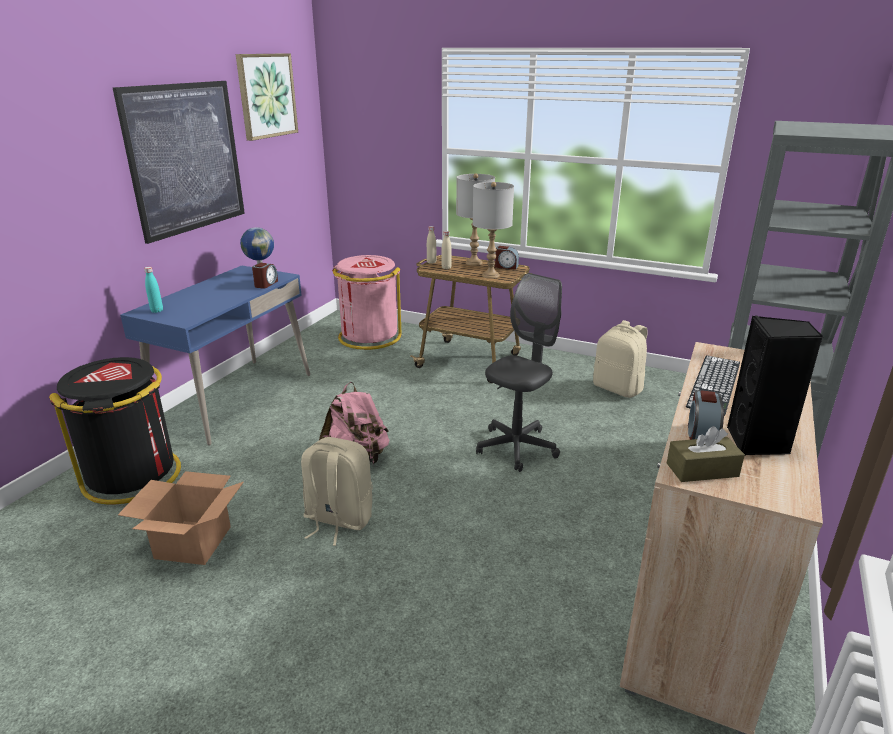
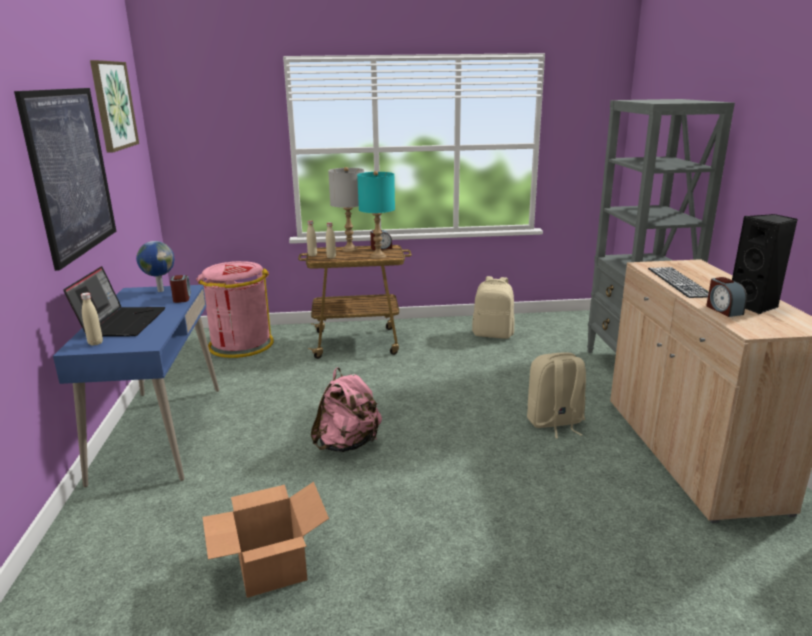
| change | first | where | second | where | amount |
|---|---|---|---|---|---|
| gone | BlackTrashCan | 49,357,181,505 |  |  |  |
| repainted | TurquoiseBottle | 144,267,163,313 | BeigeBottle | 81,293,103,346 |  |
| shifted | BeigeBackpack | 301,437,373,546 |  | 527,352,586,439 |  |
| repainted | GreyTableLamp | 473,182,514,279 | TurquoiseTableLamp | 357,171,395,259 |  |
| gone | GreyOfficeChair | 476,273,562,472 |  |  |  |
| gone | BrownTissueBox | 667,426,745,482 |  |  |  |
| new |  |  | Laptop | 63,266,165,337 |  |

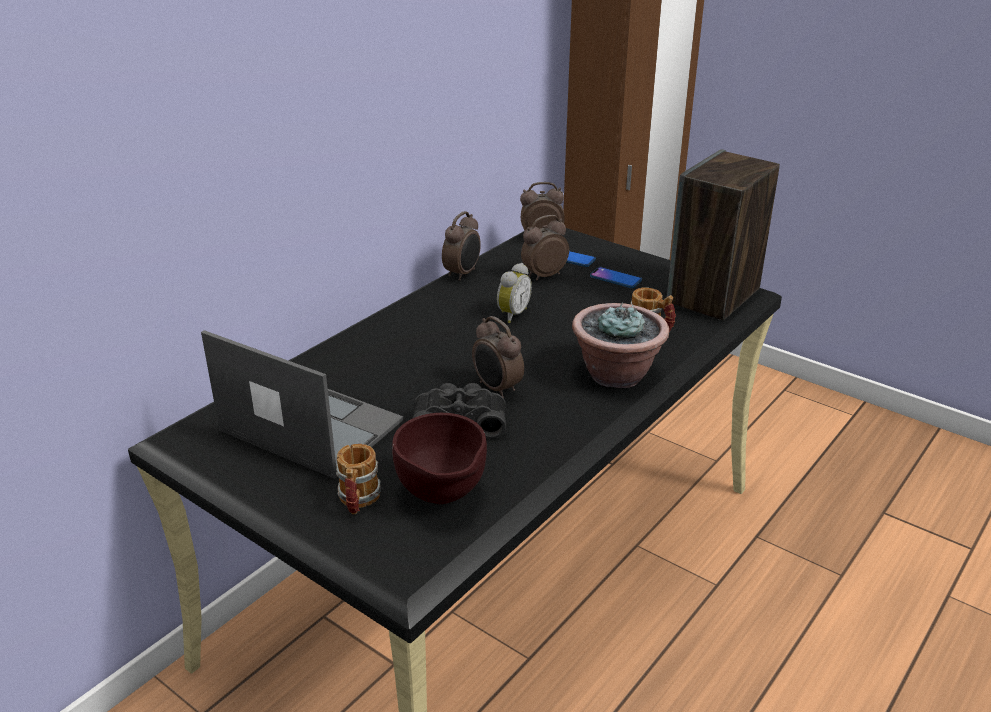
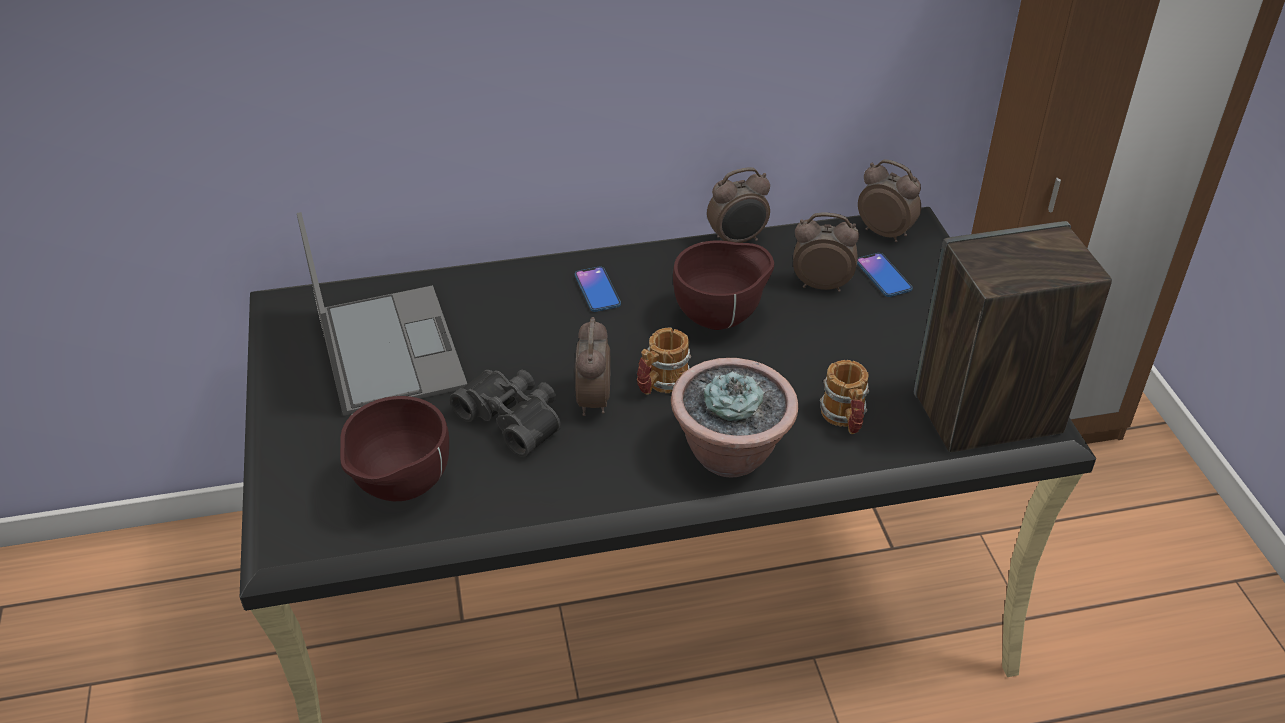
| change | first | where | second | where | amount |
|---|---|---|---|---|---|
| shifted | Mug | 336,444,381,514 |  | 637,328,691,395 |  |
| swapped | AlarmClock | 497,263,532,323 | BrownBowl | 673,241,774,330 |  |
| shifted | Phone | 590,267,642,288 |  | 575,266,621,312 |  |

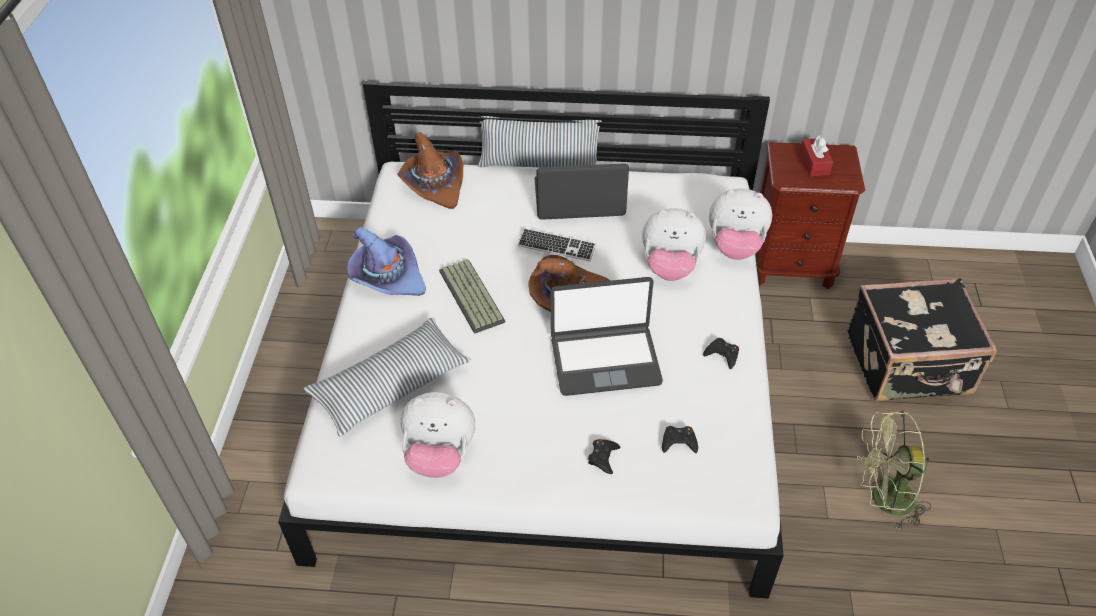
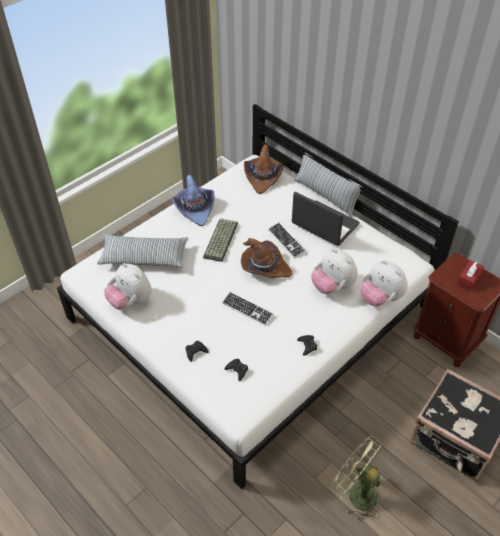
| change | first | where | second | where | amount |
|---|---|---|---|---|---|
| swapped | Laptop | 550,277,663,396 | Keyboard | 222,292,273,326 |  |

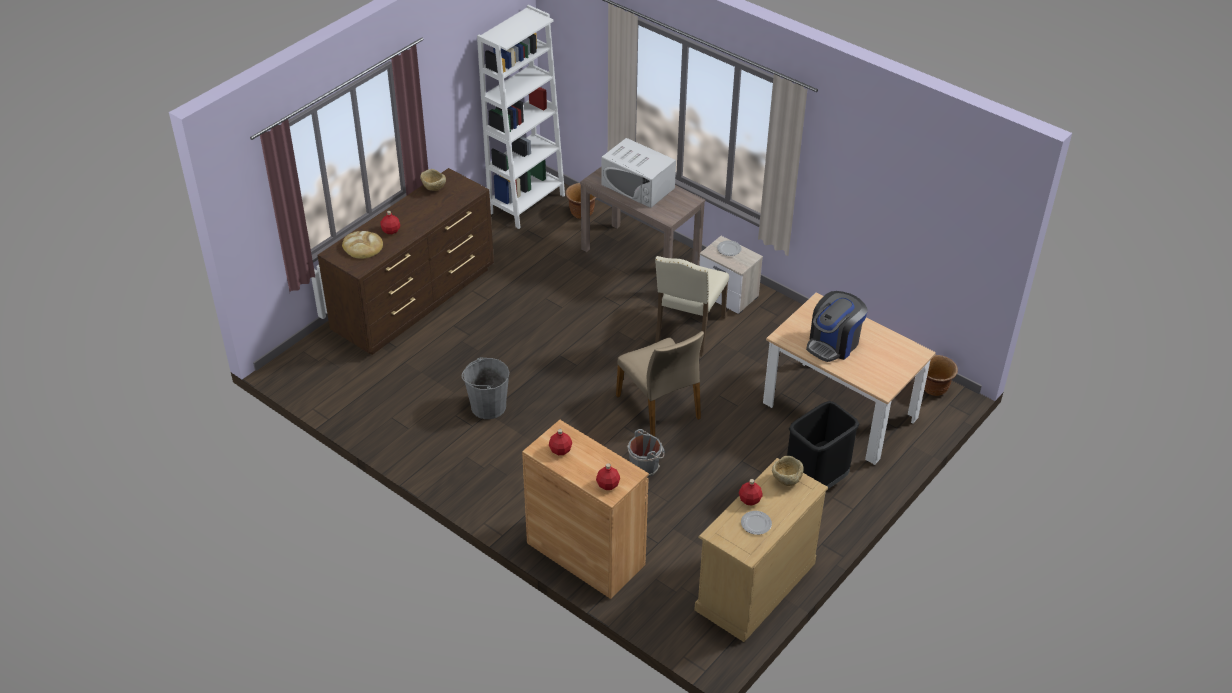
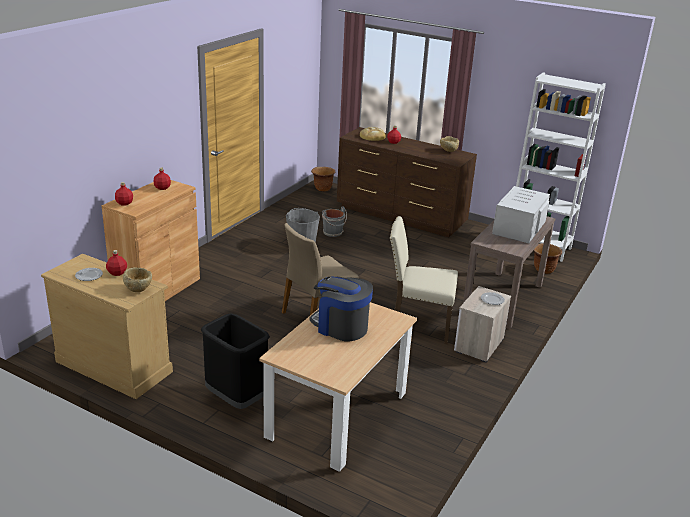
| change | first | where | second | where | amount |
|---|---|---|---|---|---|
| shifted | GreyBucket | 627,429,665,477 |  | 322,206,347,237 |  |
| shifted | BrownPlanter | 924,355,958,396 |  | 311,167,335,191 |  |

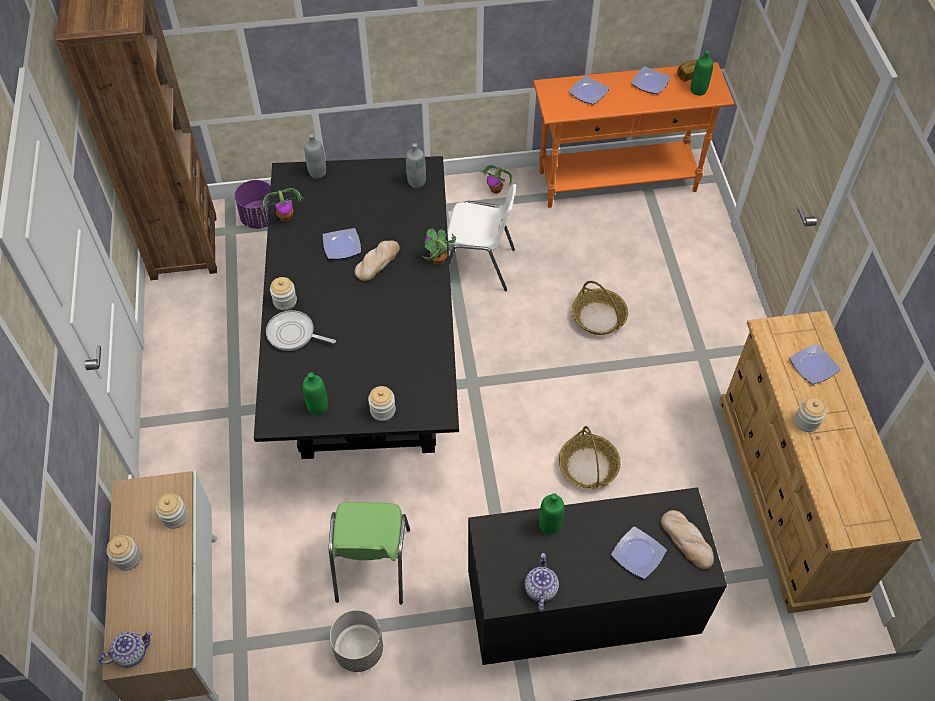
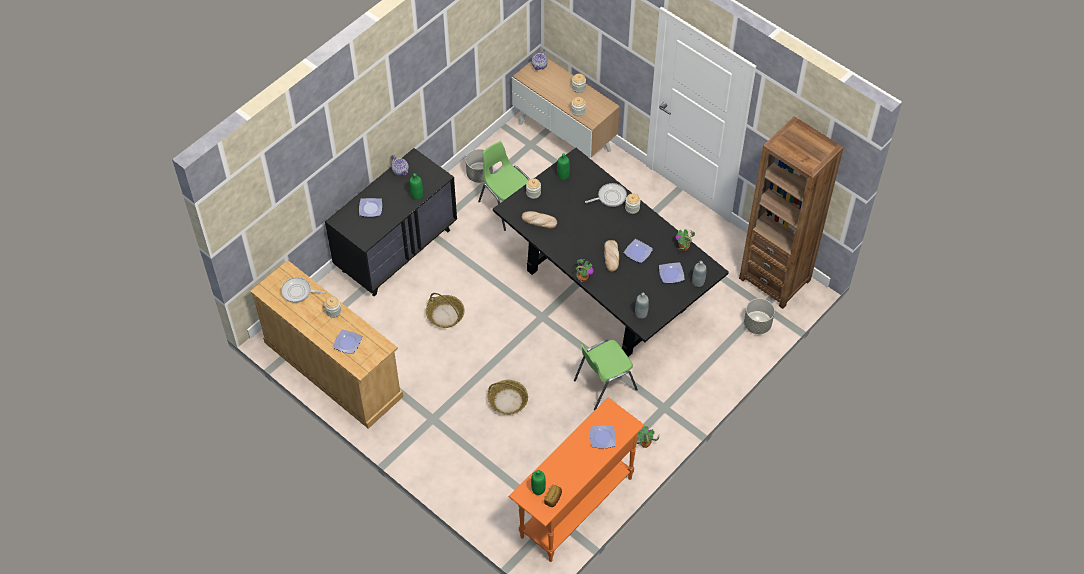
| change | first | where | second | where | amount |
|---|---|---|---|---|---|
| repainted | PurplePlanter | 234,180,271,229 | GreyPlanter | 744,298,775,334 |  |
| repainted | WhiteChair | 447,184,516,291 | GreenChair | 574,340,638,410 |  |
| shifted | Plate | 631,66,671,94 |  | 659,262,685,283 |  |
| shifted | Bread | 661,510,714,569 |  | 522,211,557,228 |  |
| new |  |  | FryingPan | 281,277,326,303 |  |

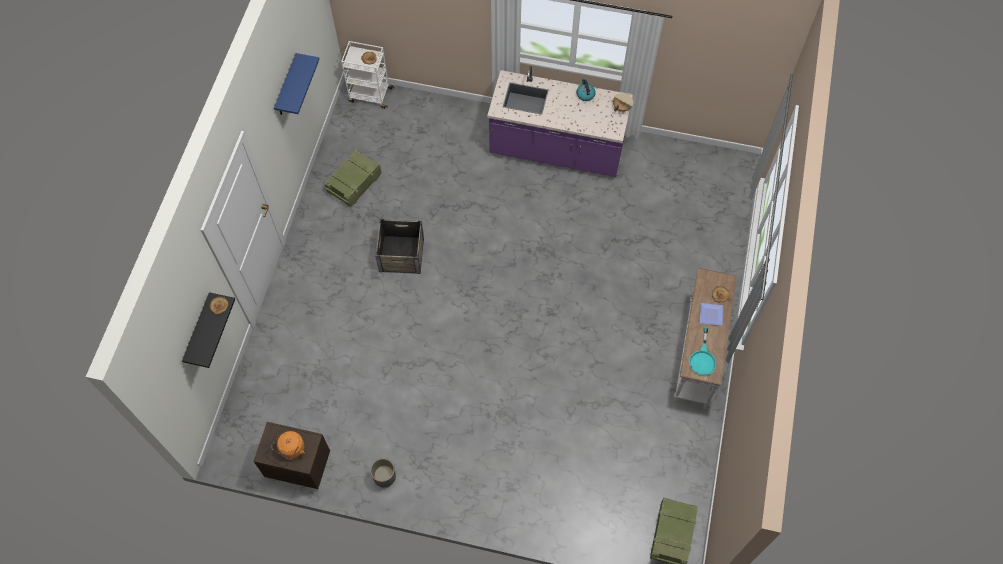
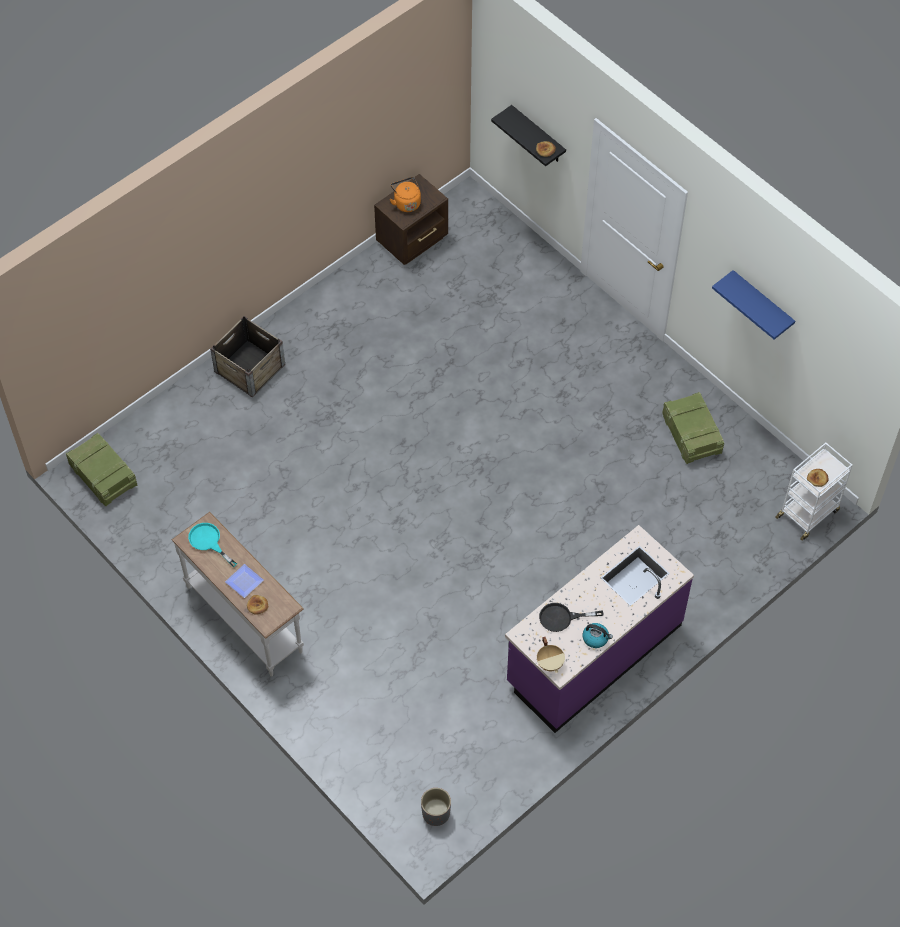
| change | first | where | second | where | amount |
|---|---|---|---|---|---|
| shifted | GreyPlanter | 370,458,396,488 |  | 421,788,451,826 |  |
| shifted | Crate | 375,219,424,274 |  | 210,316,285,397 |  |
| new |  |  | BlackFryingPan | 539,603,603,632 |  |

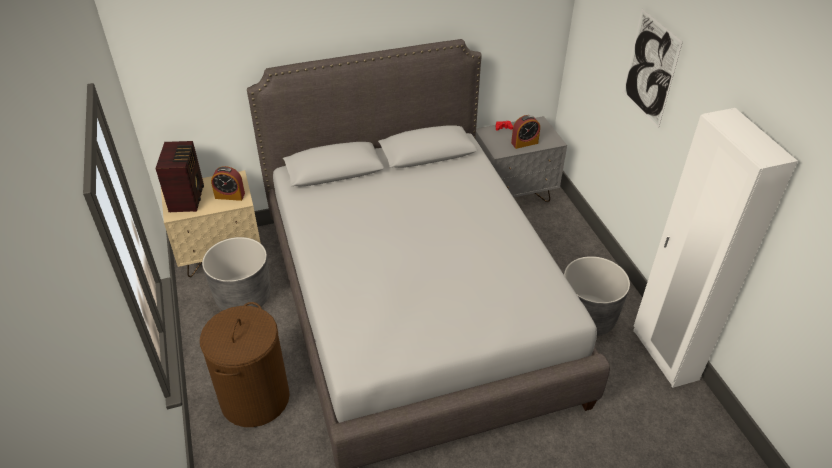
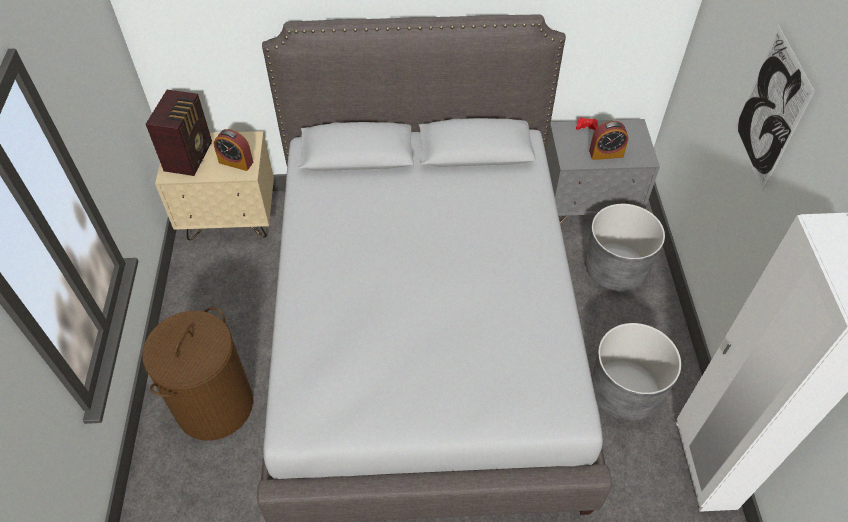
| change | first | where | second | where | amount |
|---|---|---|---|---|---|
| shifted | GreyPlanter | 202,237,271,310 |  | 585,204,665,291 |  |

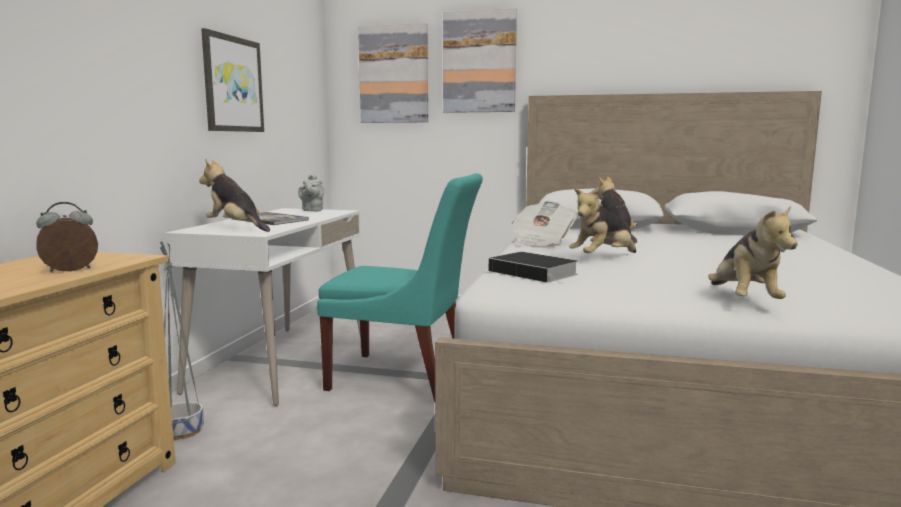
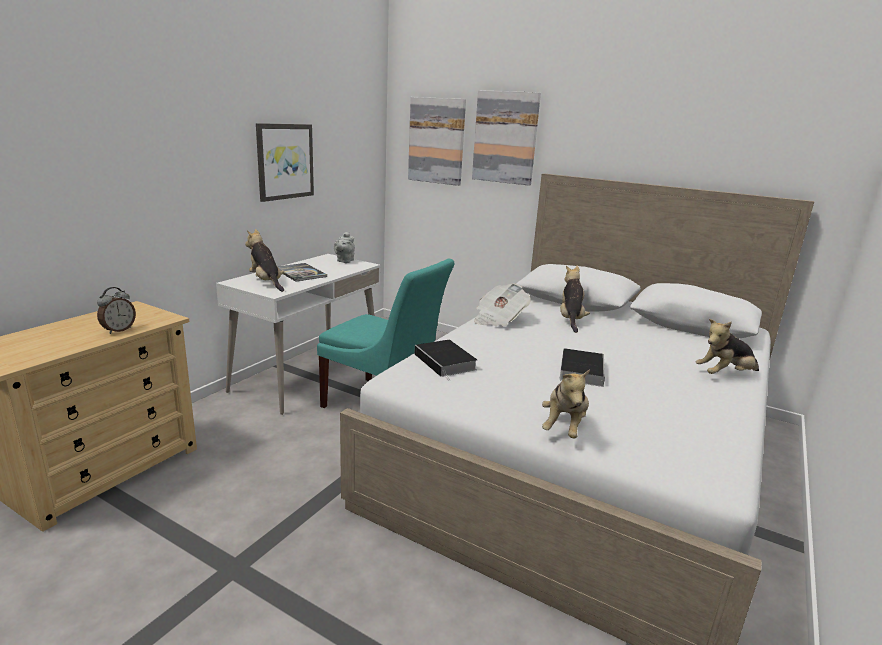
| change | first | where | second | where | amount |
|---|---|---|---|---|---|
| rotated | AlarmClock | 36,202,98,272 |  | 97,287,136,334 | 135 degrees clockwise |
| gone | GreyPlanter | 160,241,204,440 |  |  |  |
| shifted | PlushToy | 569,187,636,253 |  | 696,319,759,374 |  |
| new |  |  | Book | 559,348,605,387 |  |

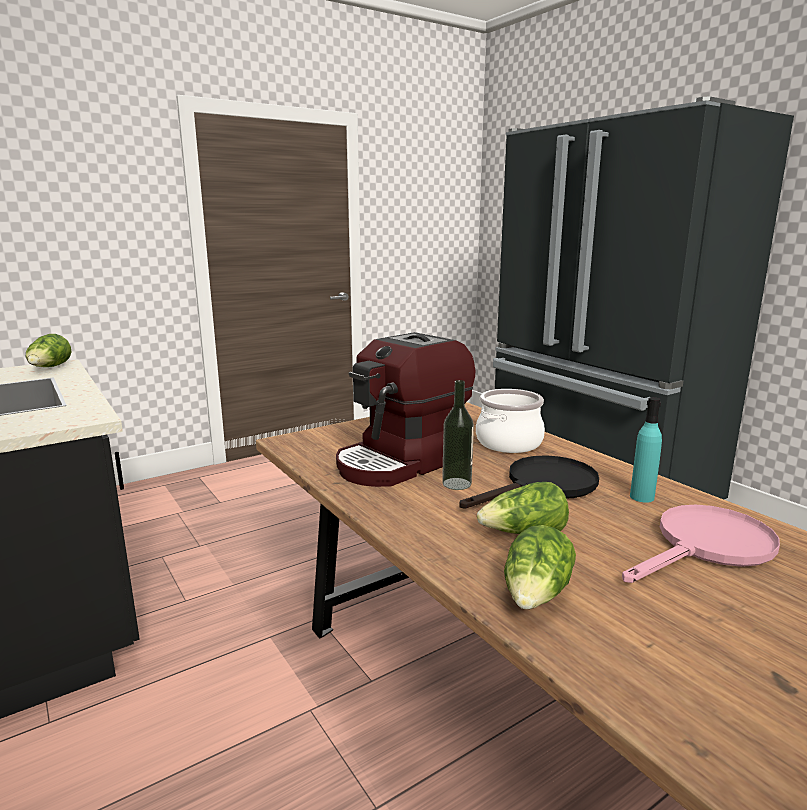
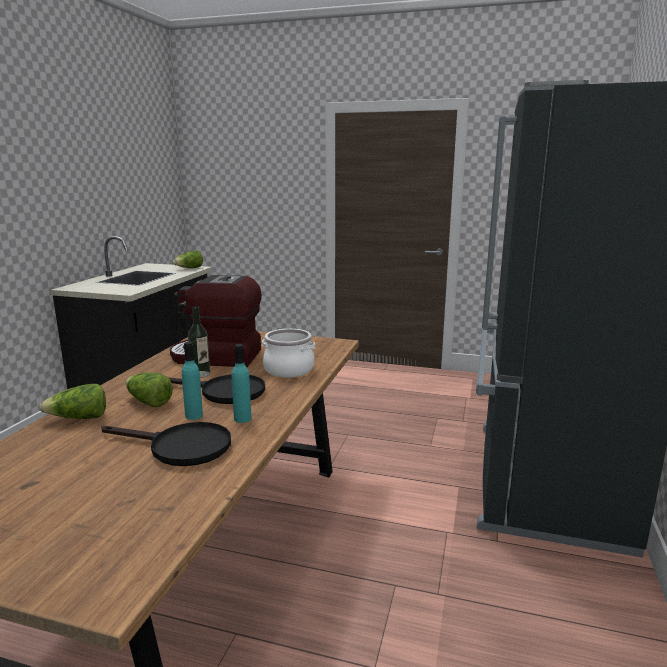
| change | first | where | second | where | amount |
|---|---|---|---|---|---|
| repainted | PinkFryingPan | 622,505,780,583 | BlackFryingPan | 101,422,231,466 |  |
| new |  |  | TurquoiseBottle | 182,342,203,420 |  |

